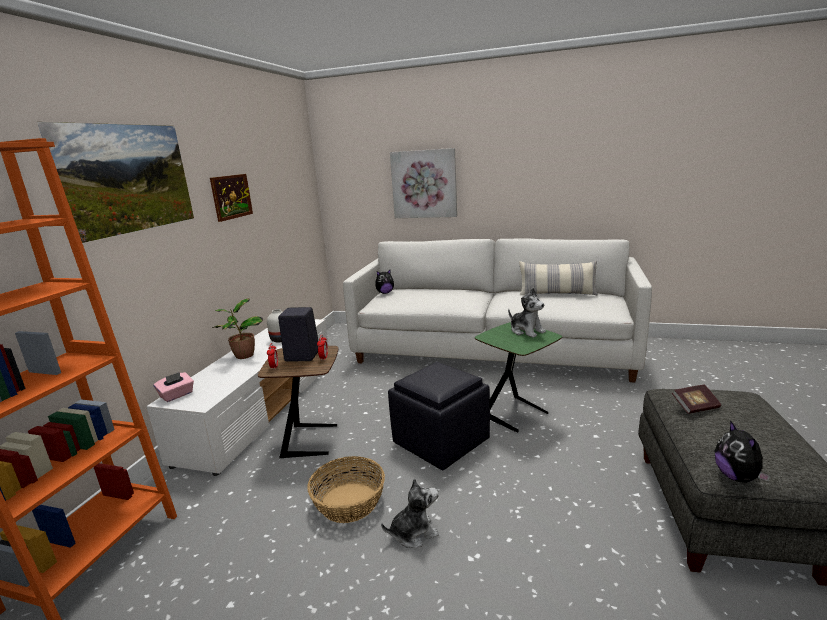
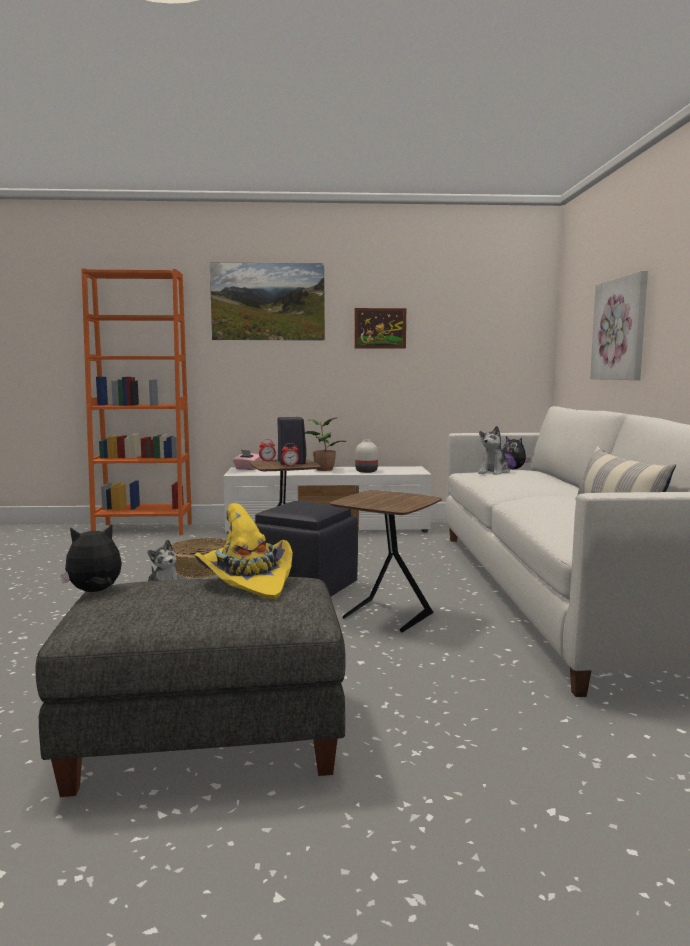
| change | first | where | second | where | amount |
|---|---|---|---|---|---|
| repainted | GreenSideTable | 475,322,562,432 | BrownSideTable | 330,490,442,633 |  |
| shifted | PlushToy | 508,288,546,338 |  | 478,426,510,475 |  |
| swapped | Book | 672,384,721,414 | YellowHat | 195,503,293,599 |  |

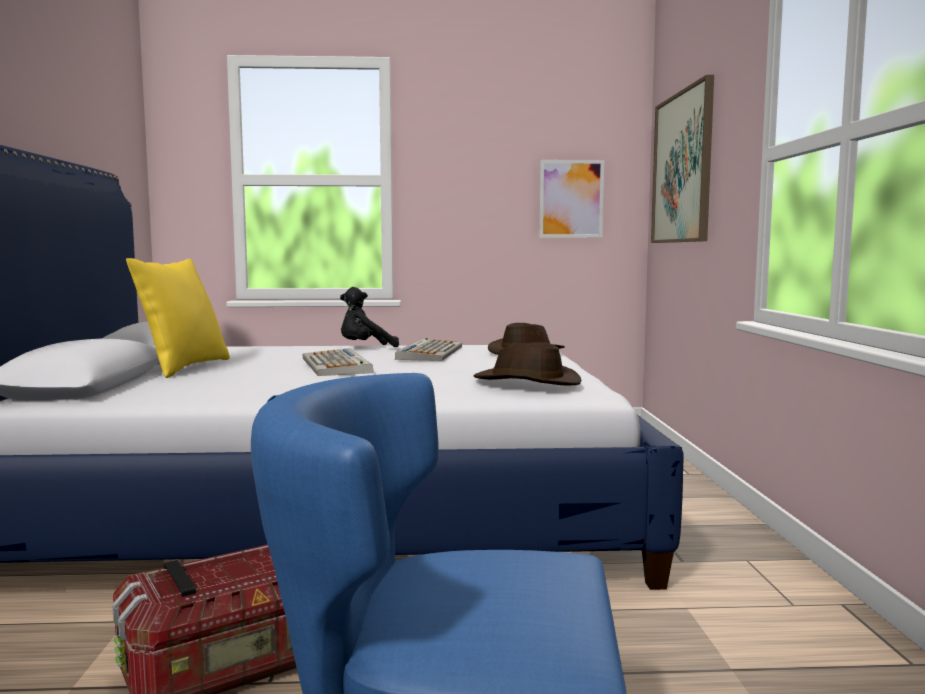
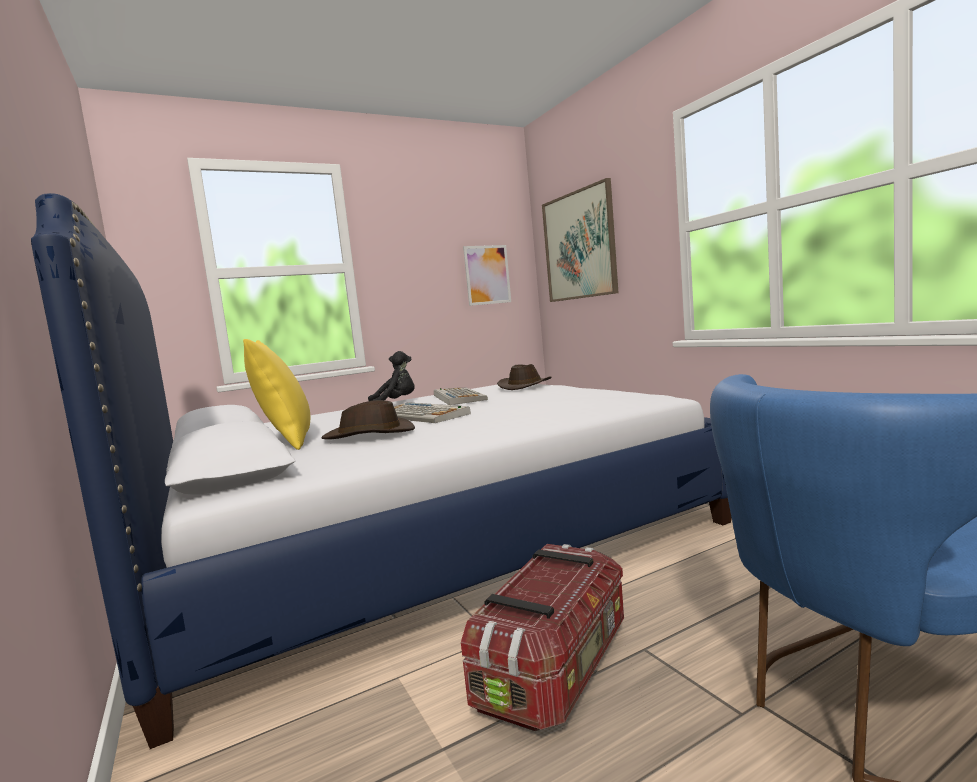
| change | first | where | second | where | amount |
|---|---|---|---|---|---|
| rotated | BlackPlushToy | 340,287,399,347 |  | 368,351,415,401 | 150 degrees counterclockwise |
| shifted | BrownHat | 474,342,581,386 |  | 322,400,415,439 |  |

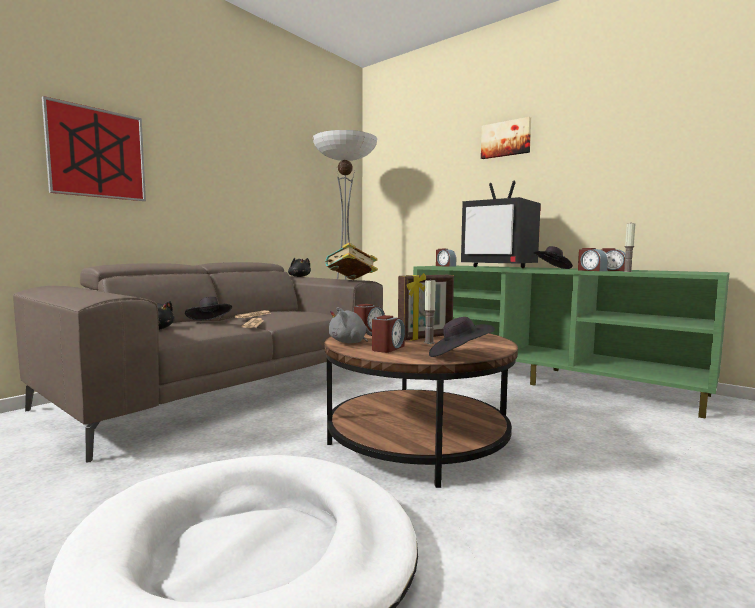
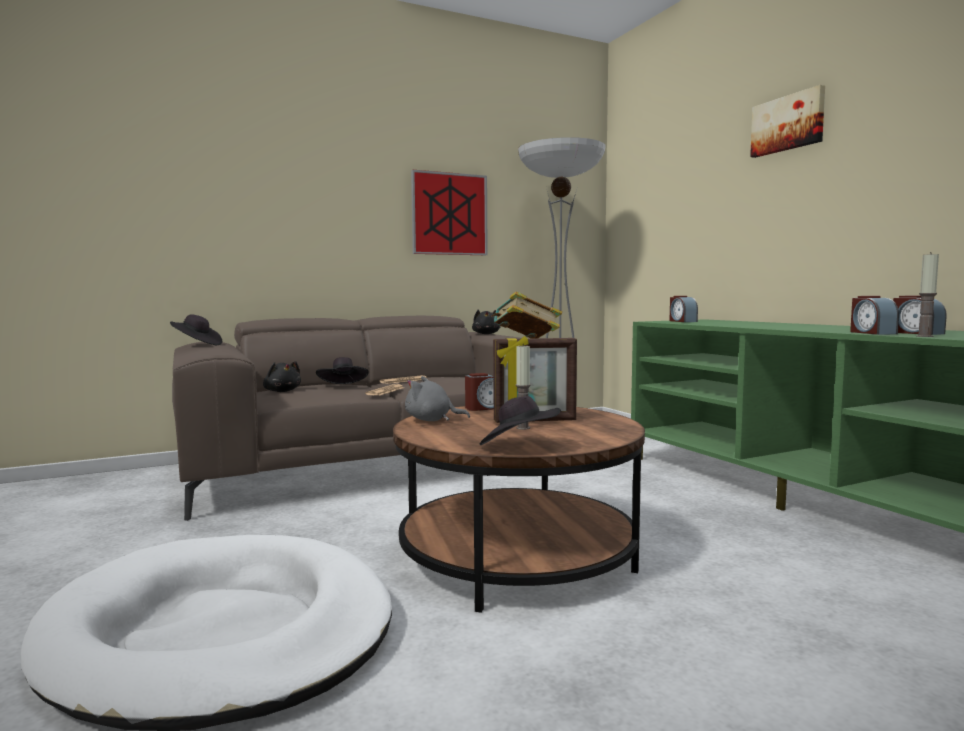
| change | first | where | second | where | amount |
|---|---|---|---|---|---|
| shifted | Picture | 42,96,146,201 |  | 411,170,488,255 |  |
| gone | AlarmClock | 372,315,405,353 |  |  |  |
| gone | Television | 461,181,541,268 |  |  |  |
| shifted | BlackHat | 534,246,573,269 |  | 170,314,222,345 |  |

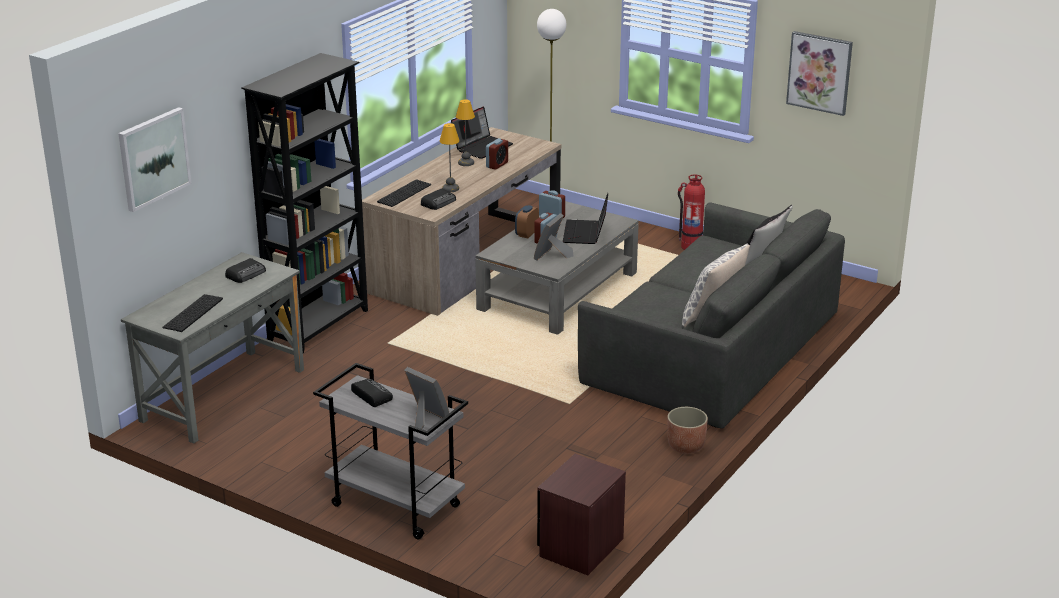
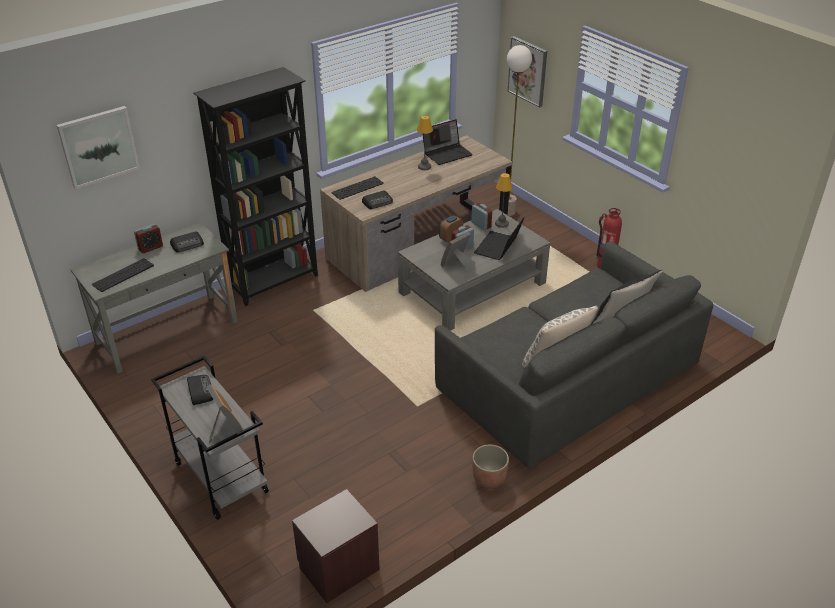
| change | first | where | second | where | amount |
|---|---|---|---|---|---|
| shifted | TableLamp | 440,123,460,192 |  | 495,173,513,228 |  |
| shifted | AlarmClock | 486,138,508,170 |  | 134,224,163,253 |  |
| shifted | Picture | 786,31,853,116 |  | 508,36,547,108 |  |

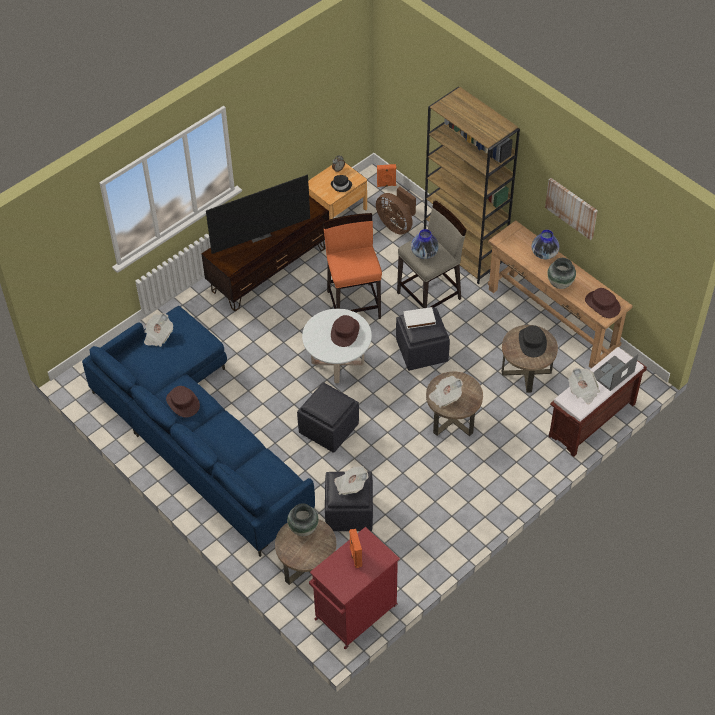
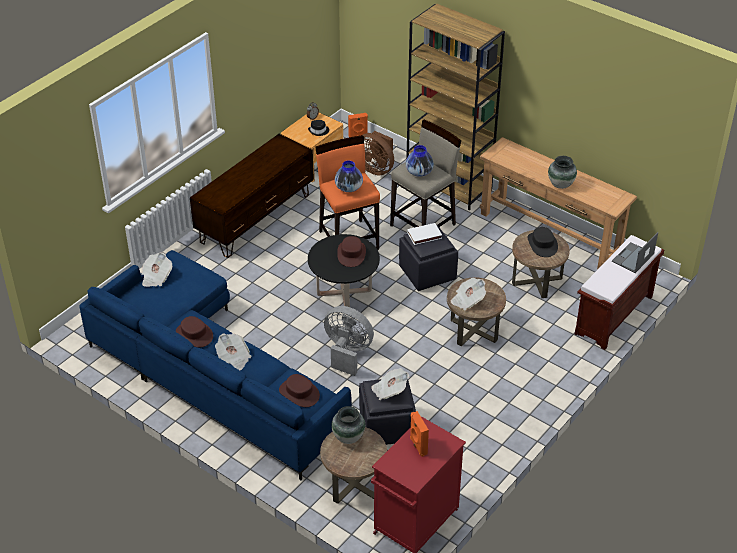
| change | first | where | second | where | amount |
|---|---|---|---|---|---|
| gone | Television | 206,174,310,254 |  |  |  |
| swapped | BlackOttoman | 297,382,359,453 | GreyFan | 324,306,374,376 |  |
| repainted | WhiteCoffeeTable | 302,309,372,383 | BlackCoffeeTable | 308,234,380,307 |  |
| shifted | Vase | 532,230,559,259 |  | 335,161,363,192 |  |
| gone | Picture | 545,178,598,240 |  |  |  |
| shifted | Newspaper | 568,368,600,404 |  | 215,333,252,370 |  |
| shifted | BrownHat | 585,288,621,318 |  | 279,374,320,407 |  |

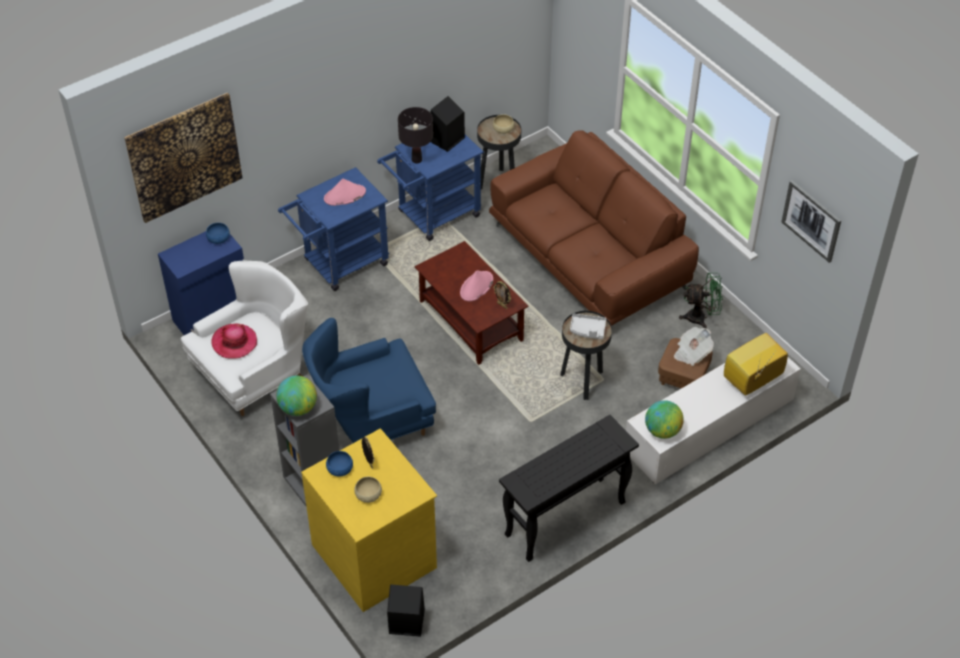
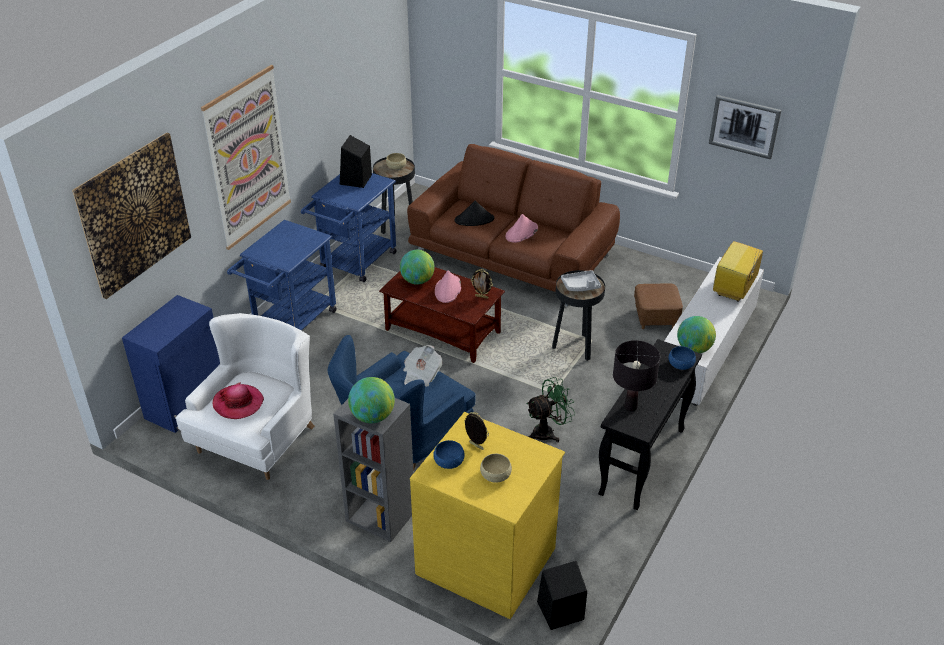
| change | first | where | second | where | amount |
|---|---|---|---|---|---|
| shifted | BlueBowl | 206,223,230,244 |  | 669,346,696,370 |  |
| shifted | PinkHat | 324,178,366,206 |  | 506,214,538,243 |  |
| shifted | BlackTableLamp | 398,107,433,163 |  | 613,340,660,411 |  |
| shifted | Newspaper | 674,327,714,366 |  | 403,345,442,387 |  |
| shifted | GreenFan | 679,273,723,328 |  | 526,377,575,442 |  |
| new |  |  | Picture | 201,65,291,250 |  |
| new |  |  | Globe | 400,250,435,285 |  |
| new |  |  | BlackHat | 455,201,494,226 |  |

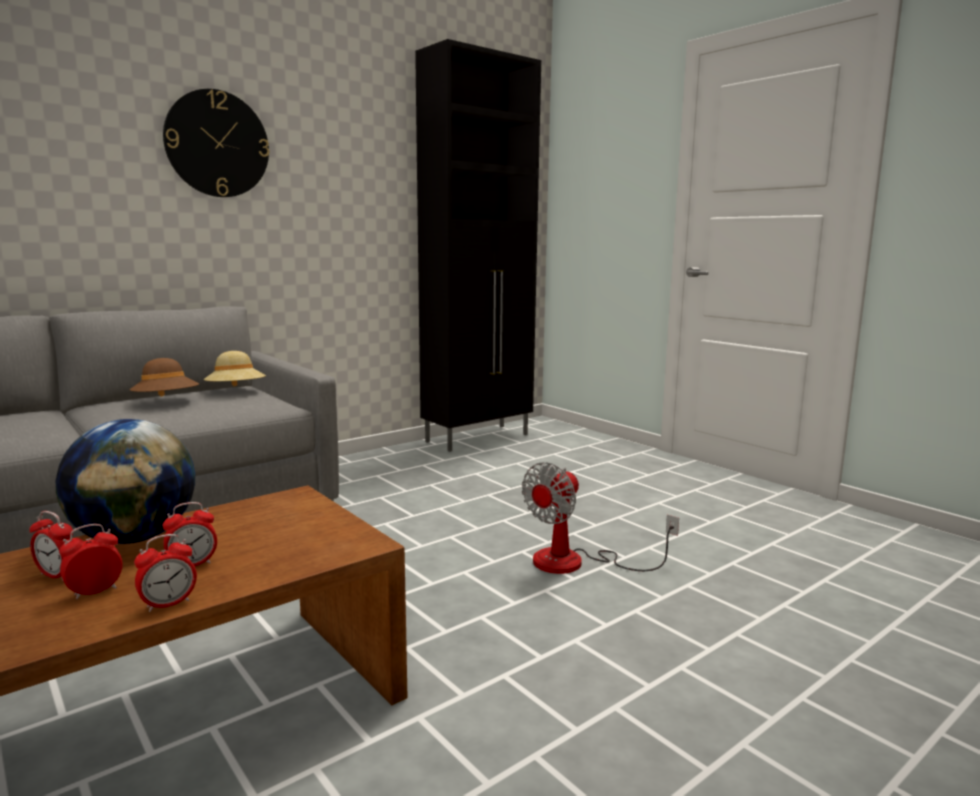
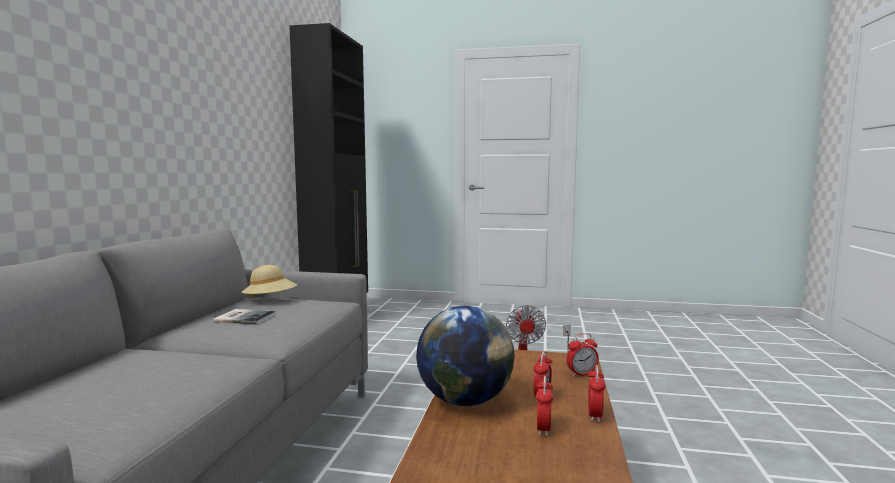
| change | first | where | second | where | amount |
|---|---|---|---|---|---|
| shifted | AlarmClock | 30,511,73,580 |  | 567,333,599,377 |  |
| swapped | BrownHat | 129,358,199,397 | Book | 213,309,276,325 |  |
| gone | WallClock | 163,89,269,197 |  |  |  |

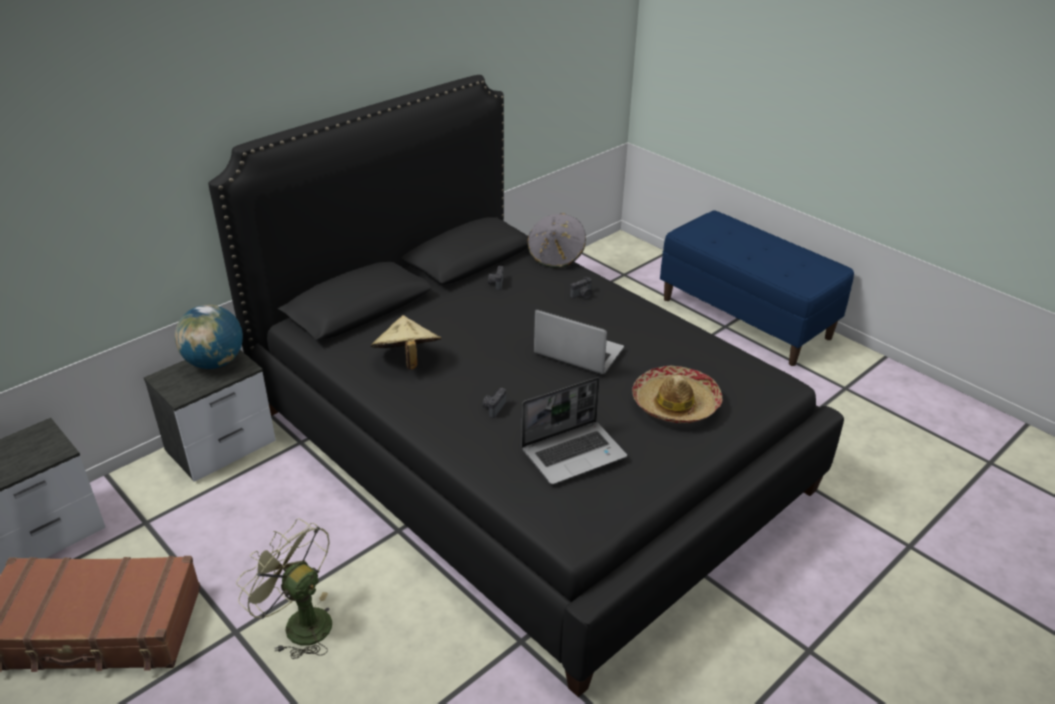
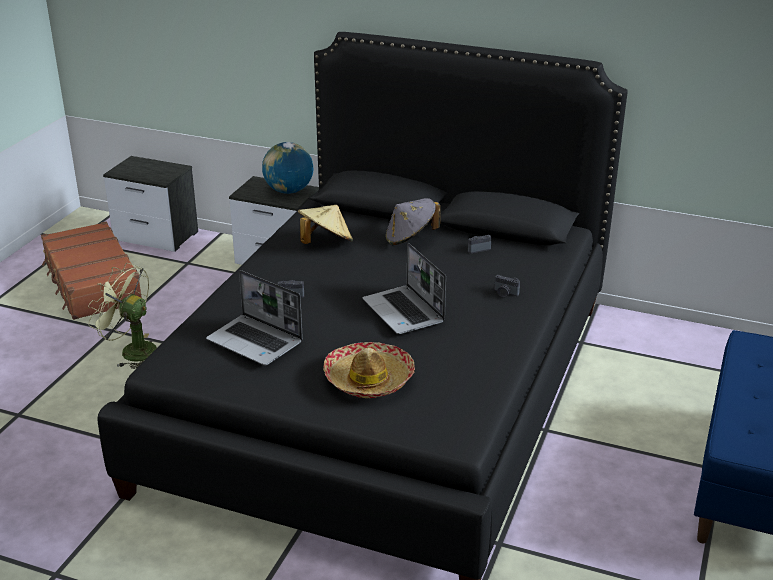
| change | first | where | second | where | amount |
|---|---|---|---|---|---|
| rotated | GreenFan | 236,518,332,659 |  | 88,263,157,369 | 75 degrees counterclockwise |
| shifted | GreyHat | 528,213,586,268 |  | 386,198,440,245 |  |
| rotated | Laptop | 534,309,624,374 |  | 363,243,446,334 | 150 degrees clockwise |

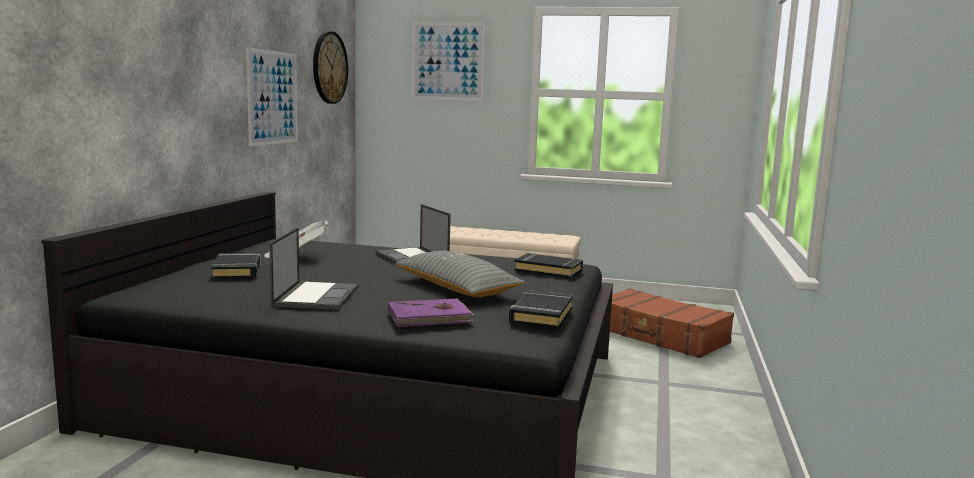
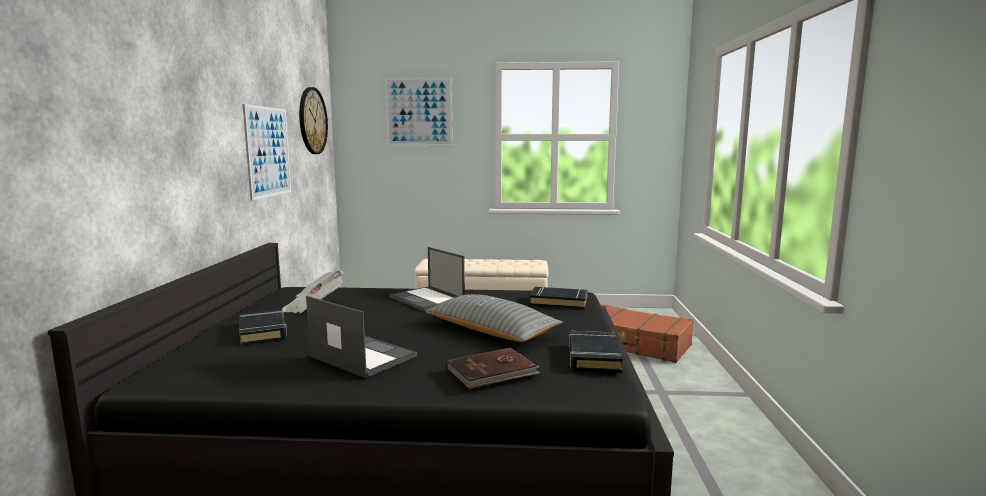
| change | first | where | second | where | amount |
|---|---|---|---|---|---|
| rotated | Laptop | 269,227,359,310 |  | 306,296,417,378 | 45 degrees counterclockwise |
| repainted | PurpleBook | 388,299,474,327 | BrownBook | 446,348,540,390 |  |

